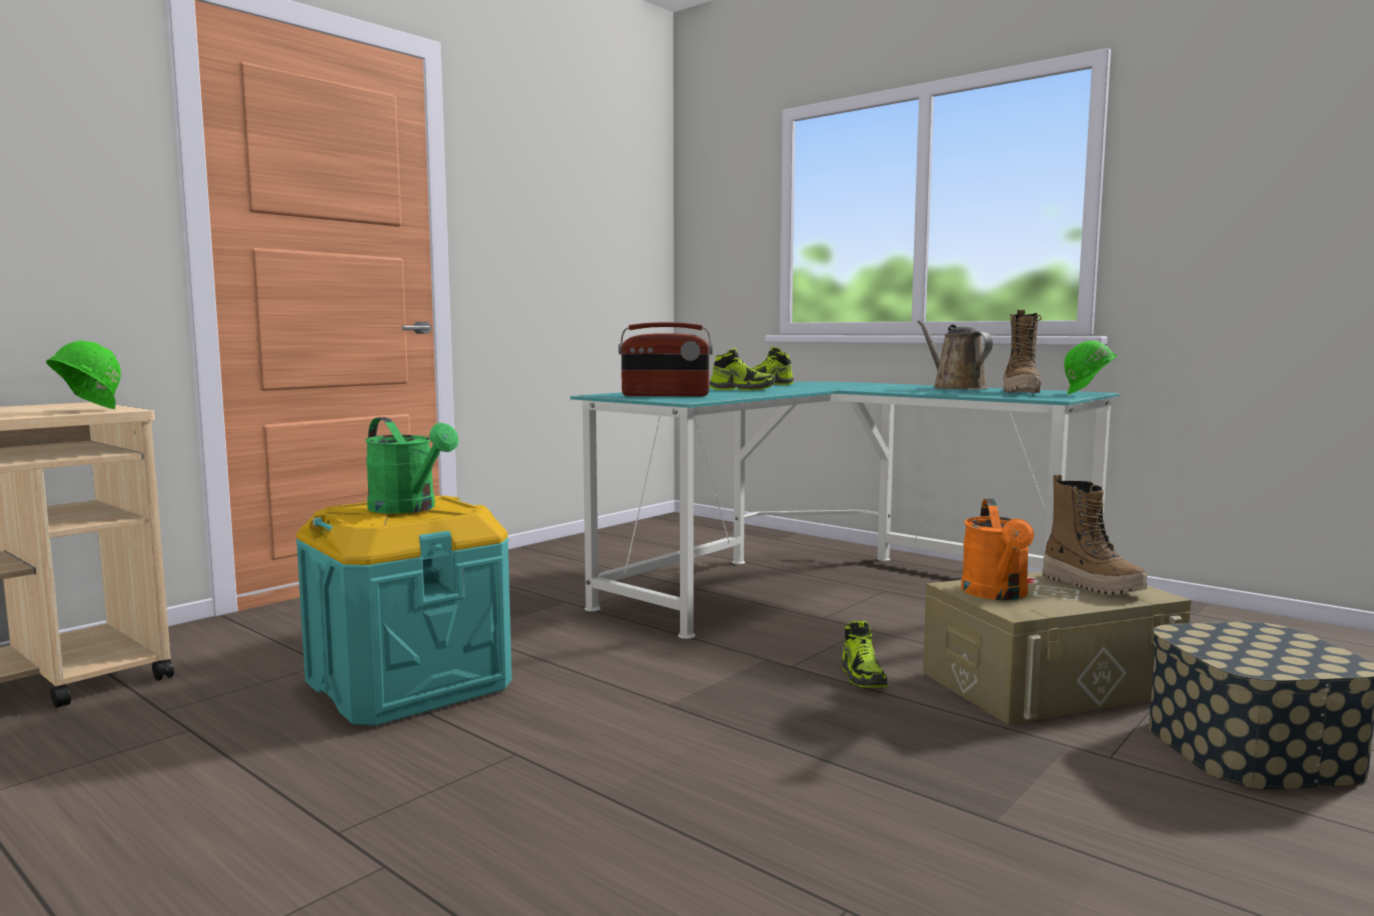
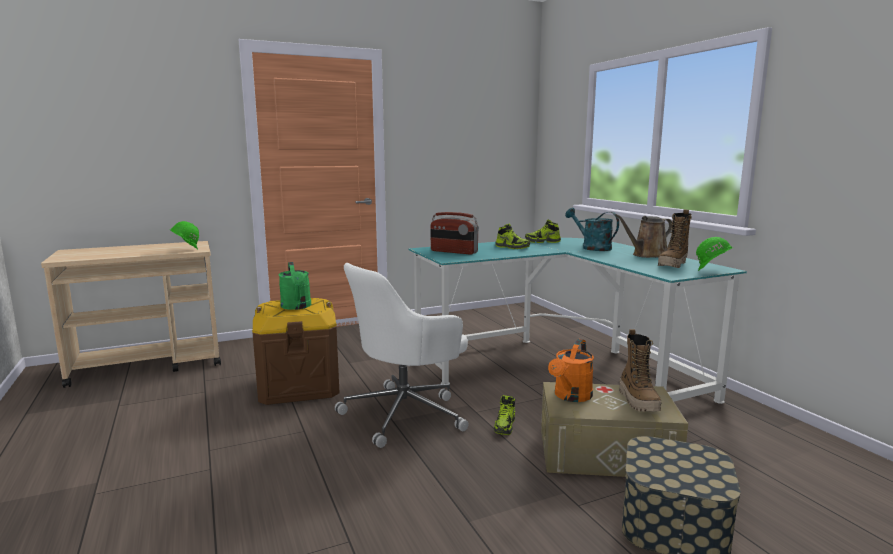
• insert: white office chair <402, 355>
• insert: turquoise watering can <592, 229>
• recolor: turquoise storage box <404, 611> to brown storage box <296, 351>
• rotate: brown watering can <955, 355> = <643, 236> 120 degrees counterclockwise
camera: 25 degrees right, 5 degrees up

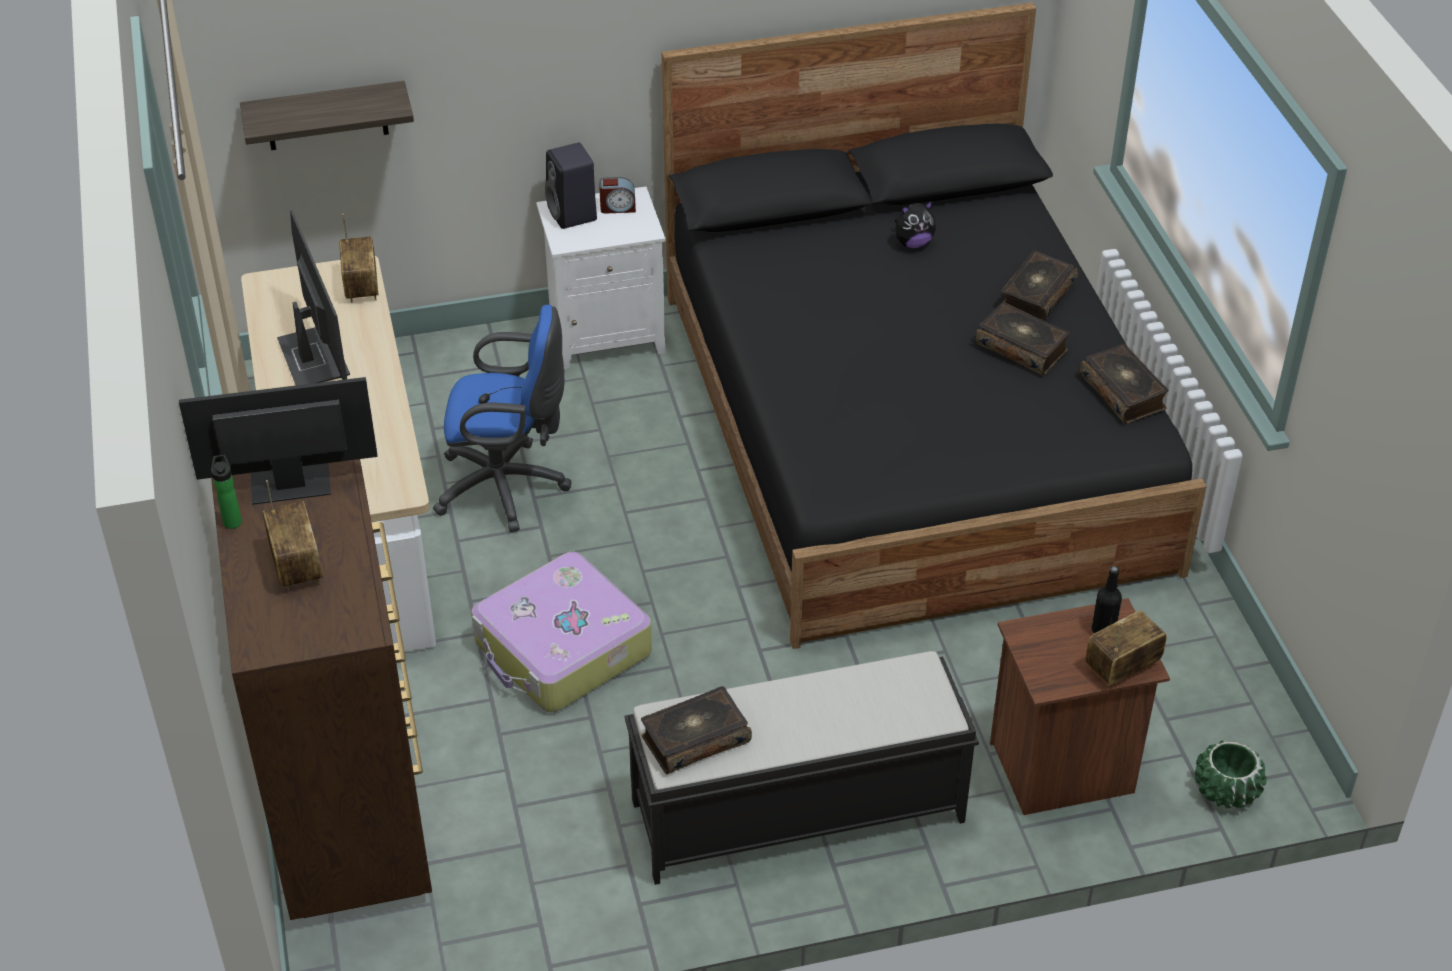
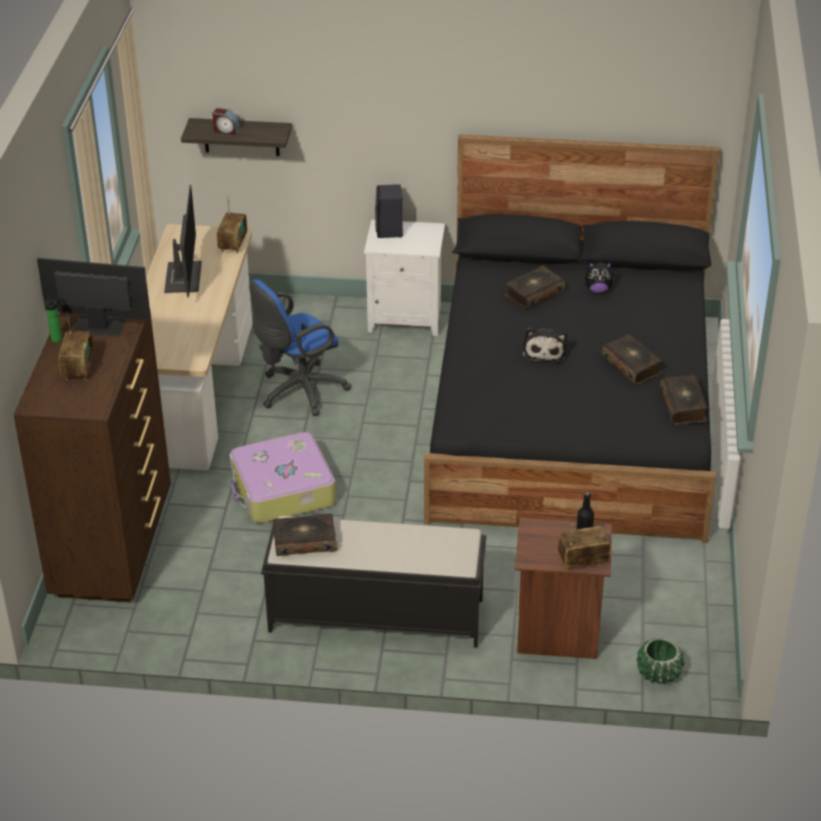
• insert: plush toy <545, 345>
• move: alarm clock <617, 195> to <226, 121>
• move: book <1039, 285> to <535, 287>
• rotate: blue office chair <502, 418> = <300, 347> 120 degrees clockwise
camera: 20 degrees right, 5 degrees down

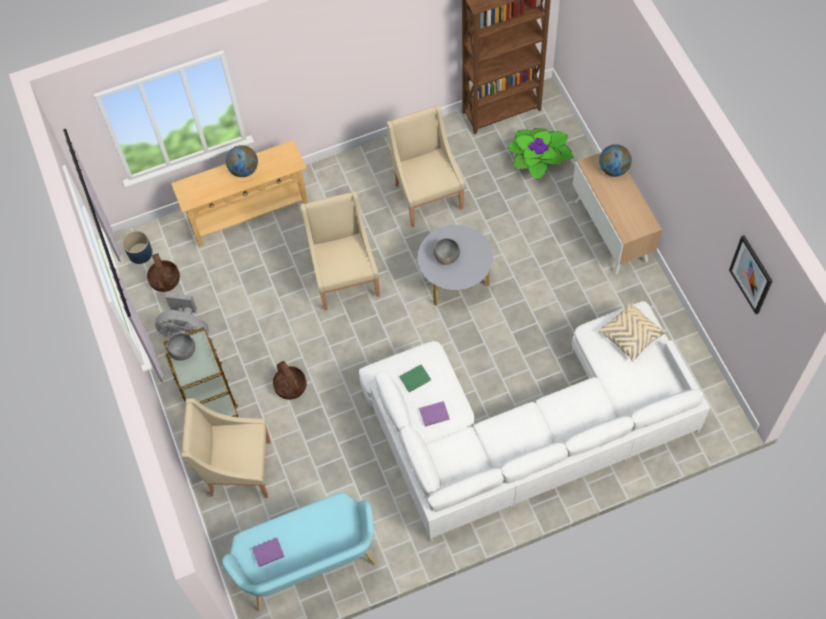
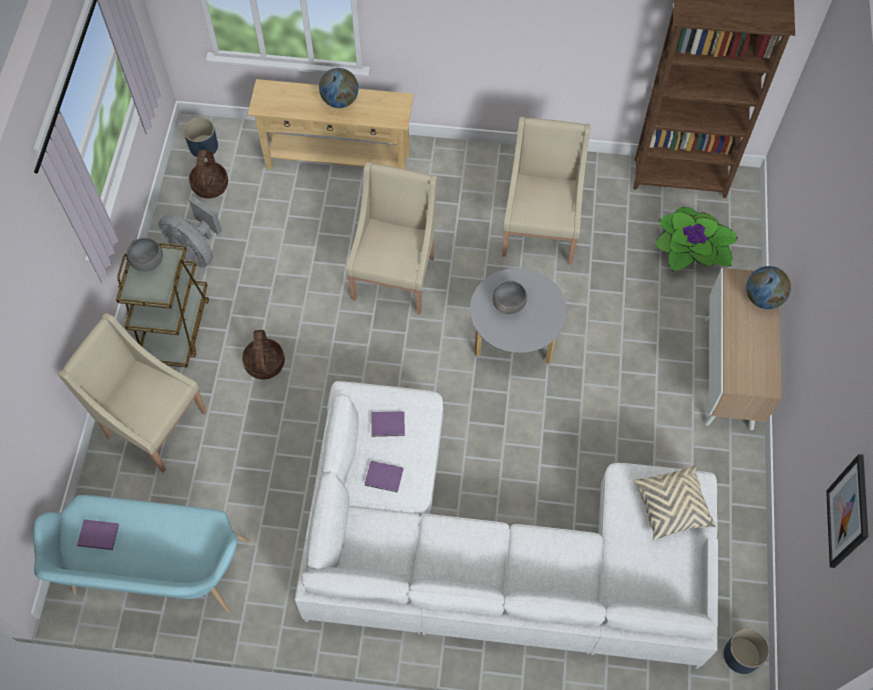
• insert: blue planter <747, 651>
• recolor: green book <415, 378> to purple book <388, 424>
camera: 25 degrees right, 0 degrees up

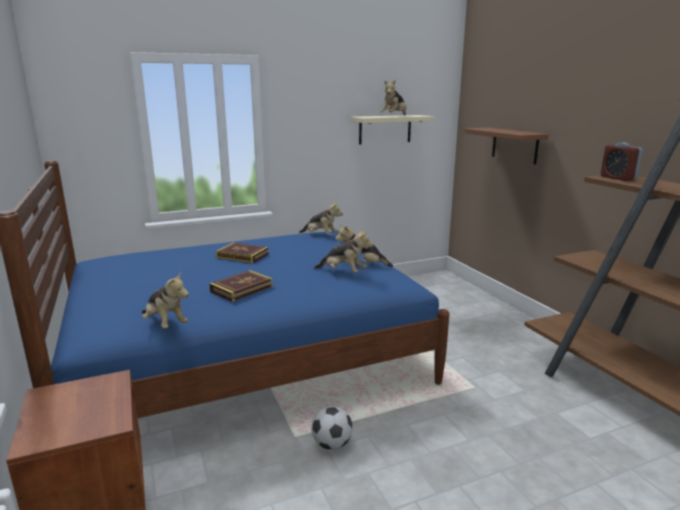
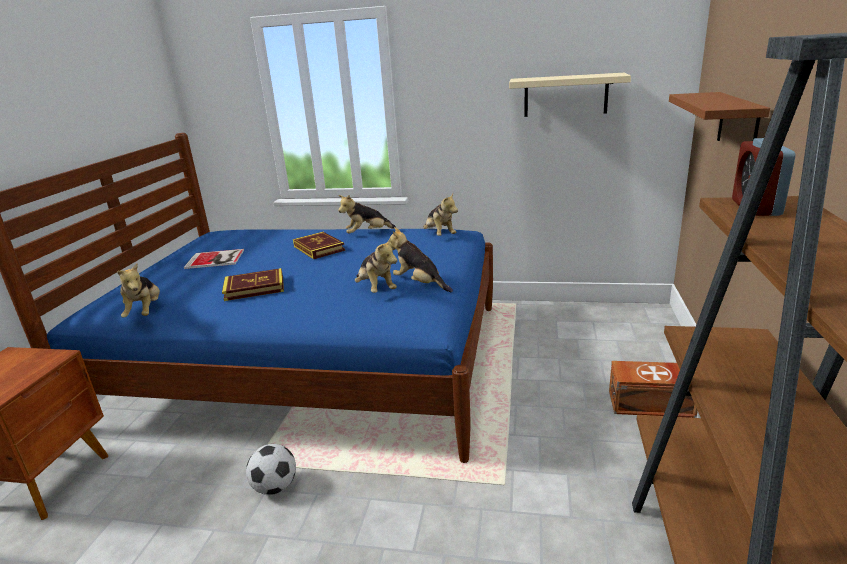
• insert: book <214, 259>
• insert: brown storage box <653, 389>
• move: plush toy <393, 97> to <367, 214>
camera: 35 degrees right, 5 degrees up

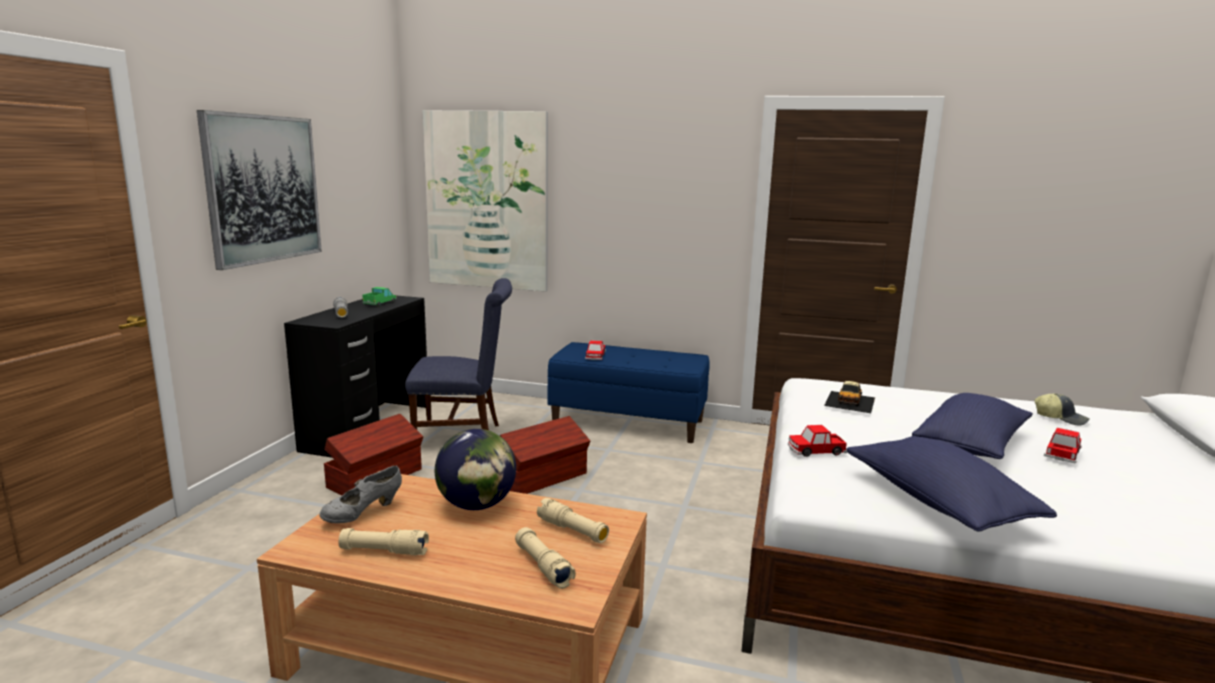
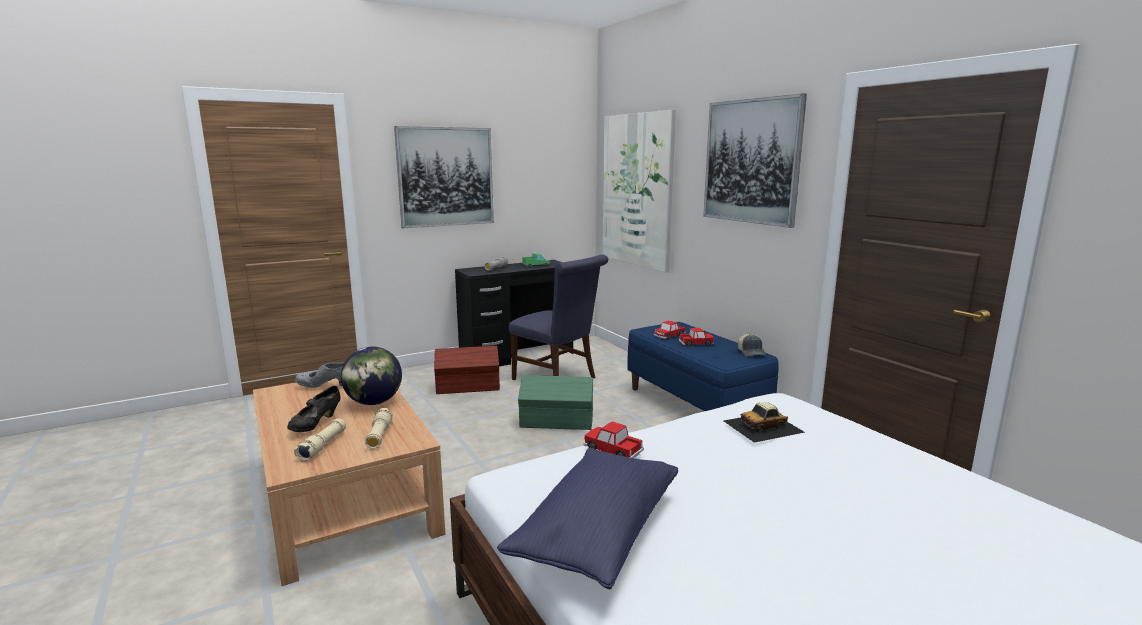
• delete: beige flashlight <383, 541>
• delete: blue pillow <972, 426>
• insert: black shoe <314, 409>
• insert: picture <755, 160>
• move: cap <1062, 409> to <752, 345>
• move: toy car <1063, 446> to <696, 337>
• recolor: brown storage box <545, 455> to green storage box <555, 402>
camera: 45 degrees right, 0 degrees up

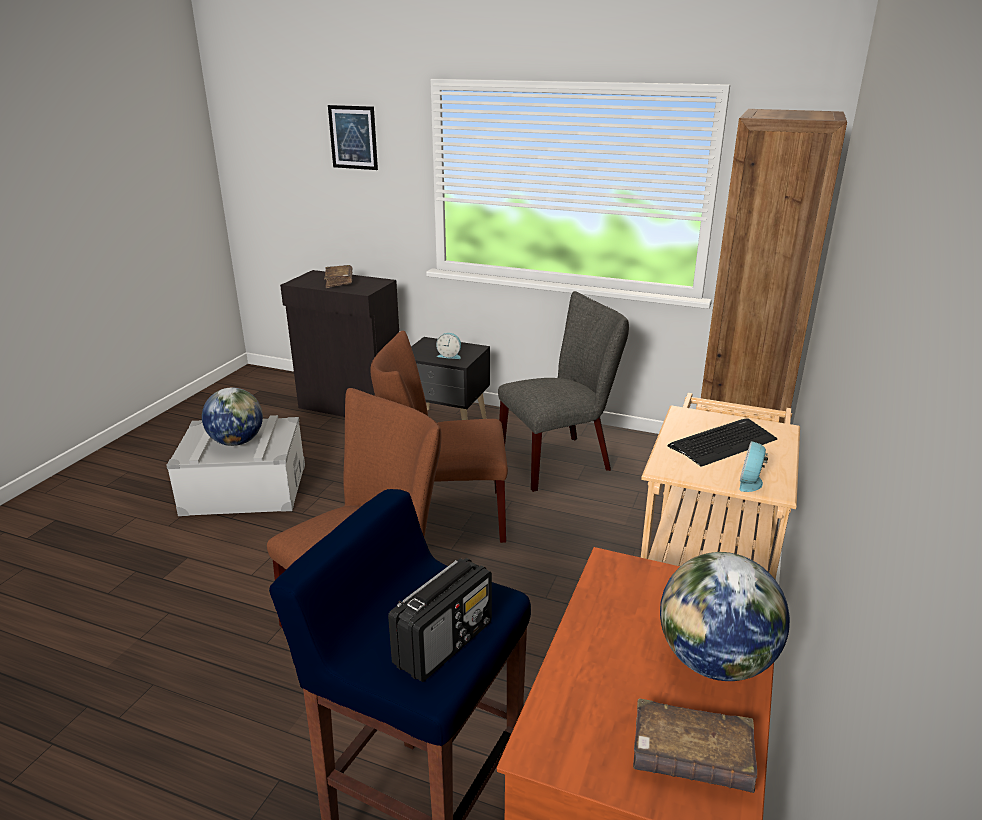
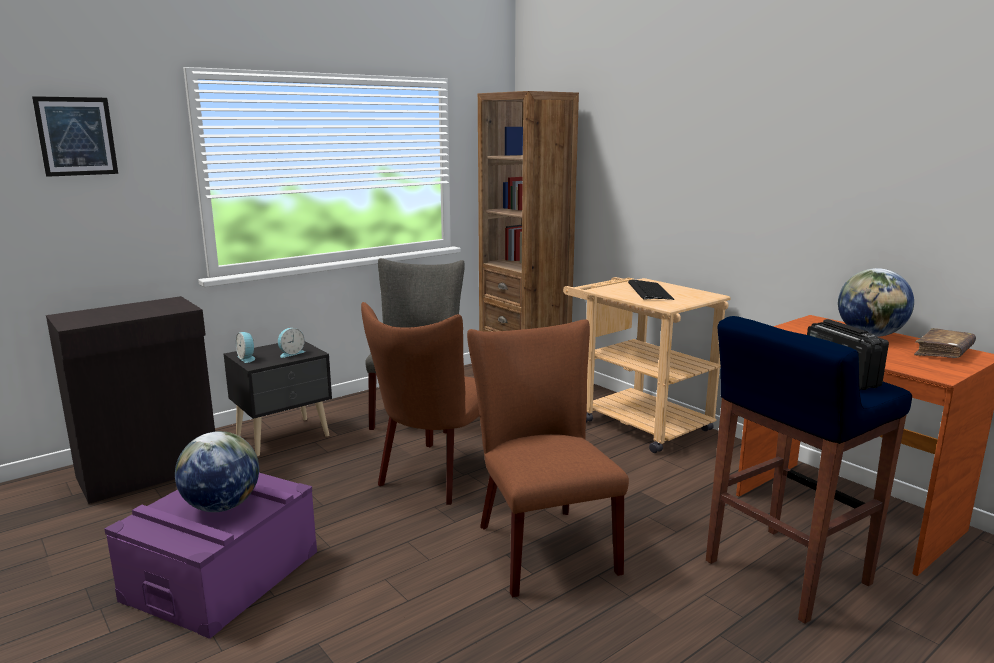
• delete: brown book <338, 276>
• move: alarm clock <753, 466> to <245, 347>
• recolor: grey storage box <235, 465> to purple storage box <210, 556>
camera: 60 degrees left, 10 degrees down

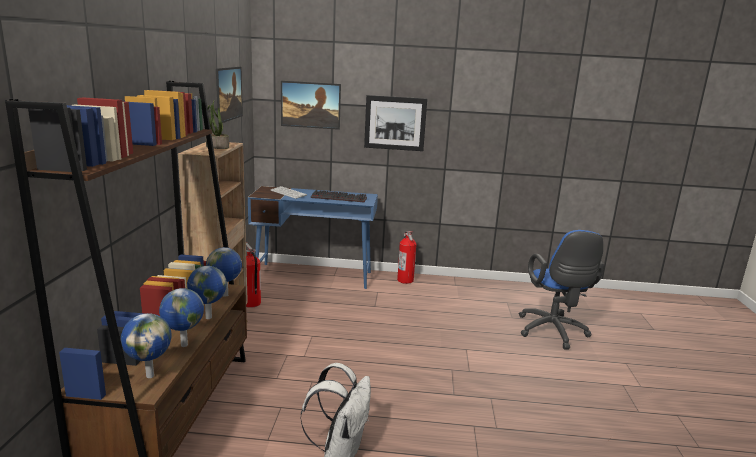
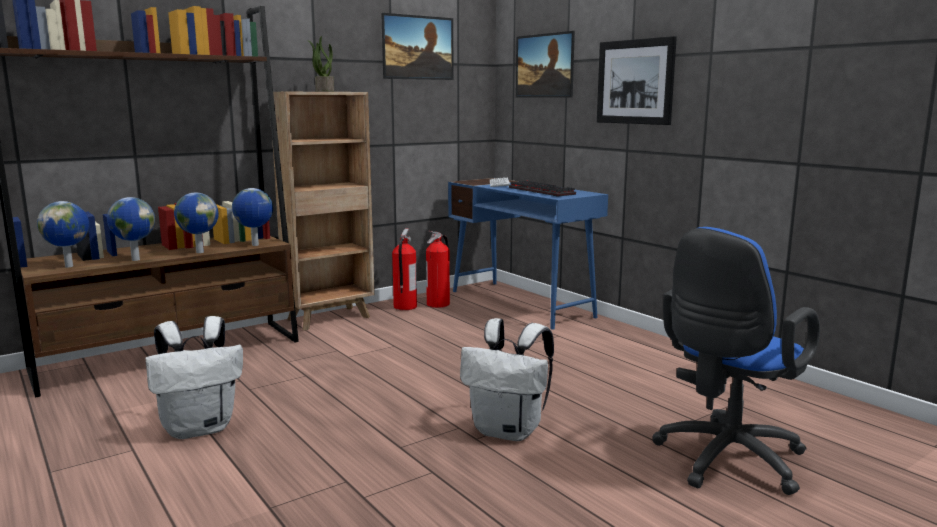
• insert: white backpack <507, 379>
• move: fire extinguisher <406, 257> to <438, 269>
camera: 50 degrees right, 5 degrees down

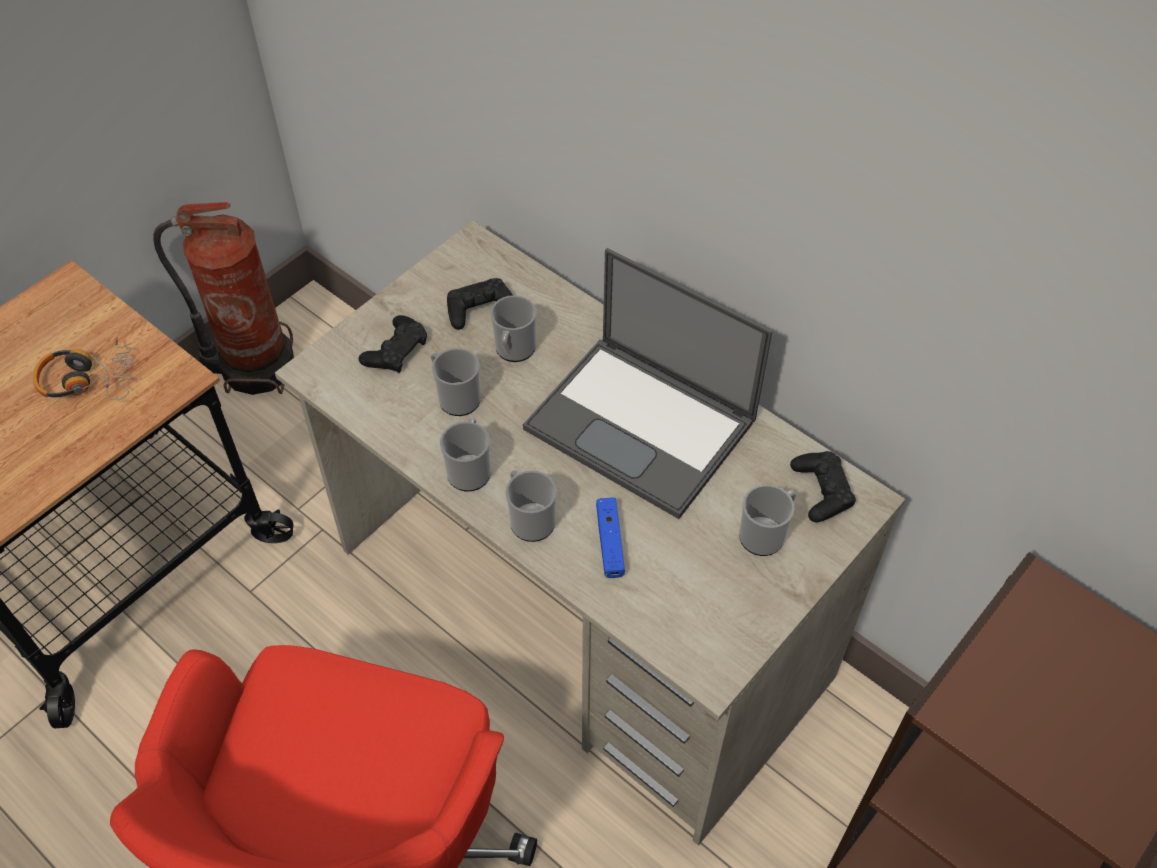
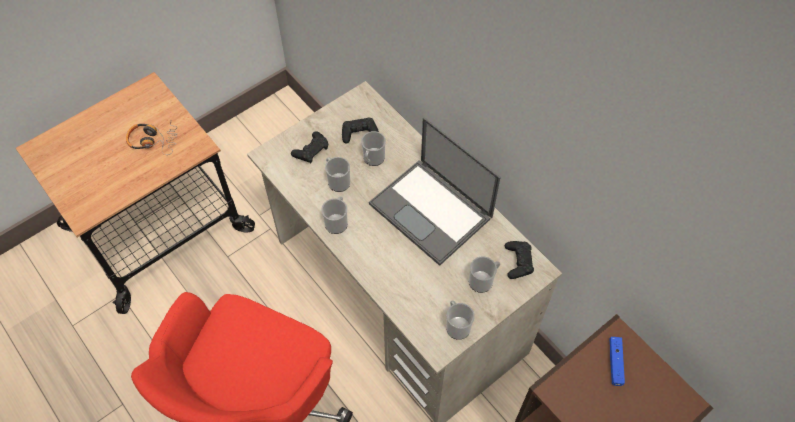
• delete: fire extinguisher <223, 298>
• move: mug <531, 506> to <460, 320>
• move: blue game controller <610, 538> to <617, 361>
camera: 10 degrees right, 5 degrees up

